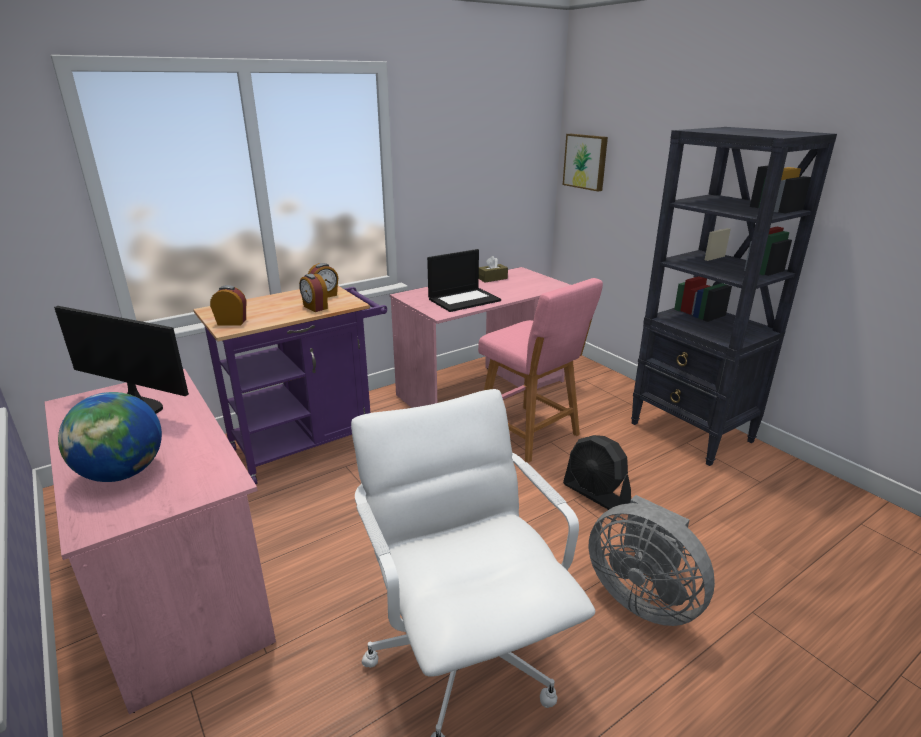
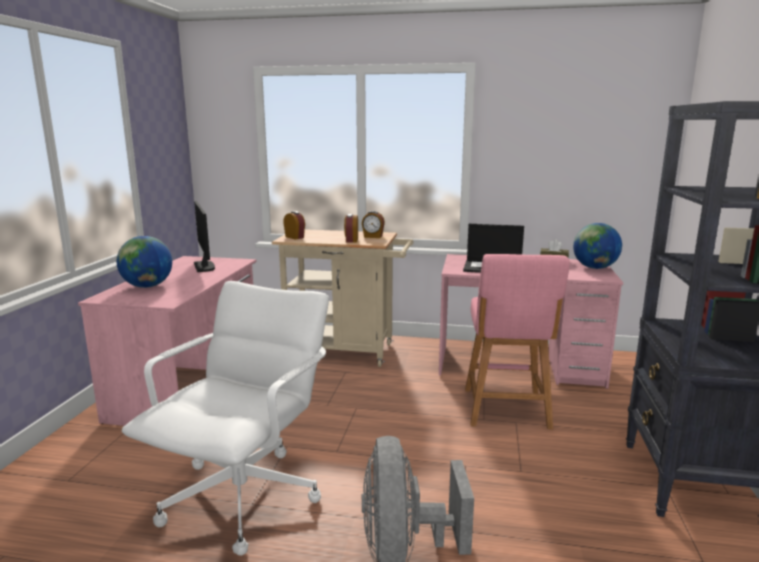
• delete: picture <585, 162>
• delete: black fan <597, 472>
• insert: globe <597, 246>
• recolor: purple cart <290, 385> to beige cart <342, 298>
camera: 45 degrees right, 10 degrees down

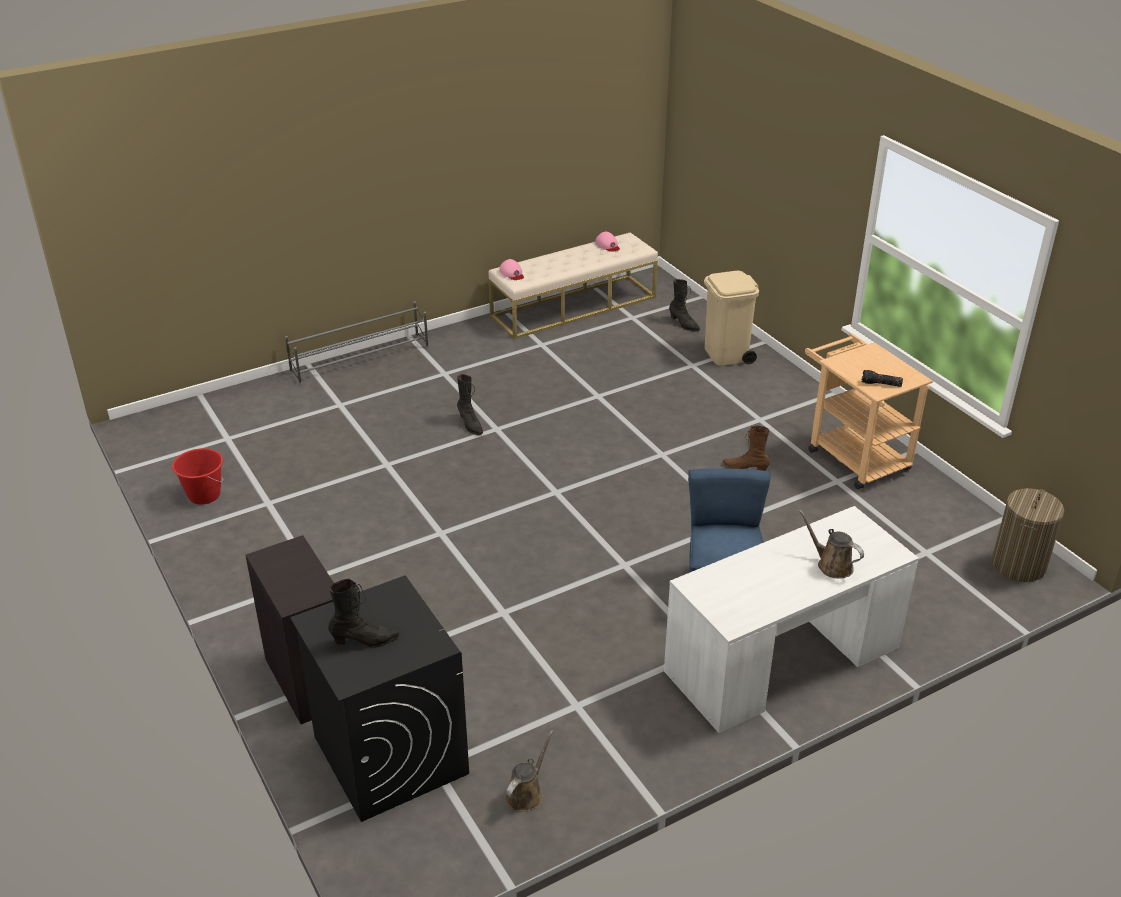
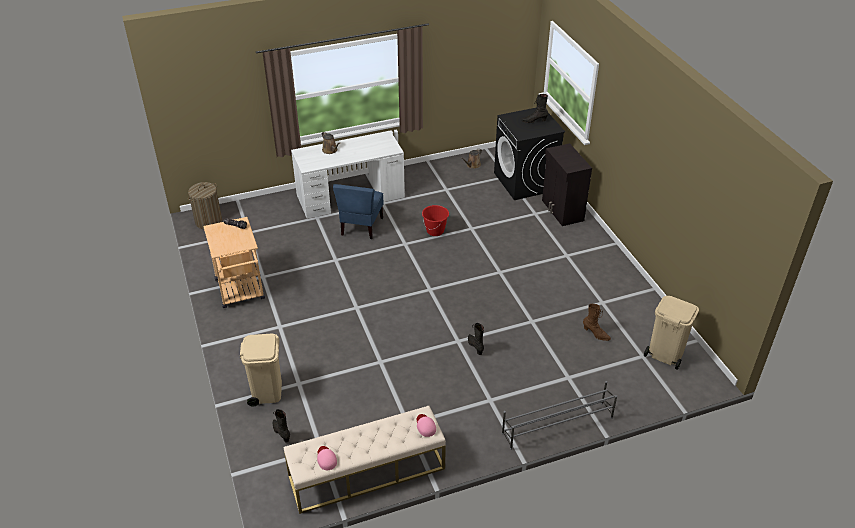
• insert: beige trash can <671, 332>
• move: red bucket <197, 476> to <435, 220>
• move: brown boot <746, 448> to <597, 322>
camera: 170 degrees left, 5 degrees up

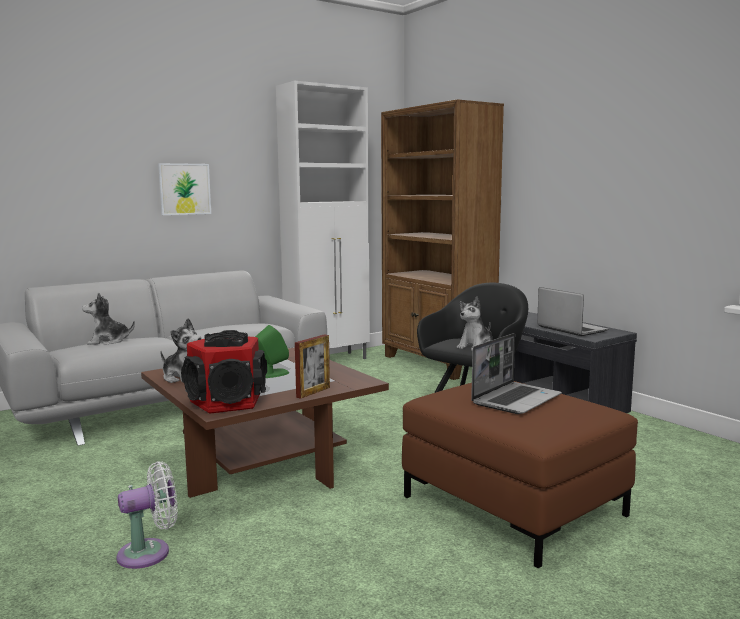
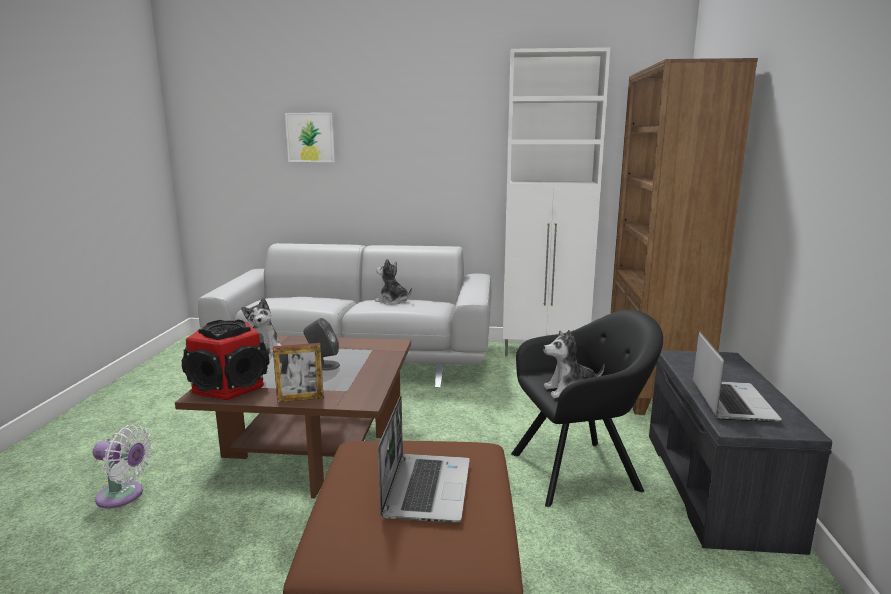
• move: plush toy <108, 319> to <393, 281>
• move: picture <184, 189> to <310, 137>
• recolor: green speaker <272, 351> to grey speaker <321, 344>
• rotate: laptop <516, 373> = <424, 459> 75 degrees counterclockwise
camera: 40 degrees right, 5 degrees up

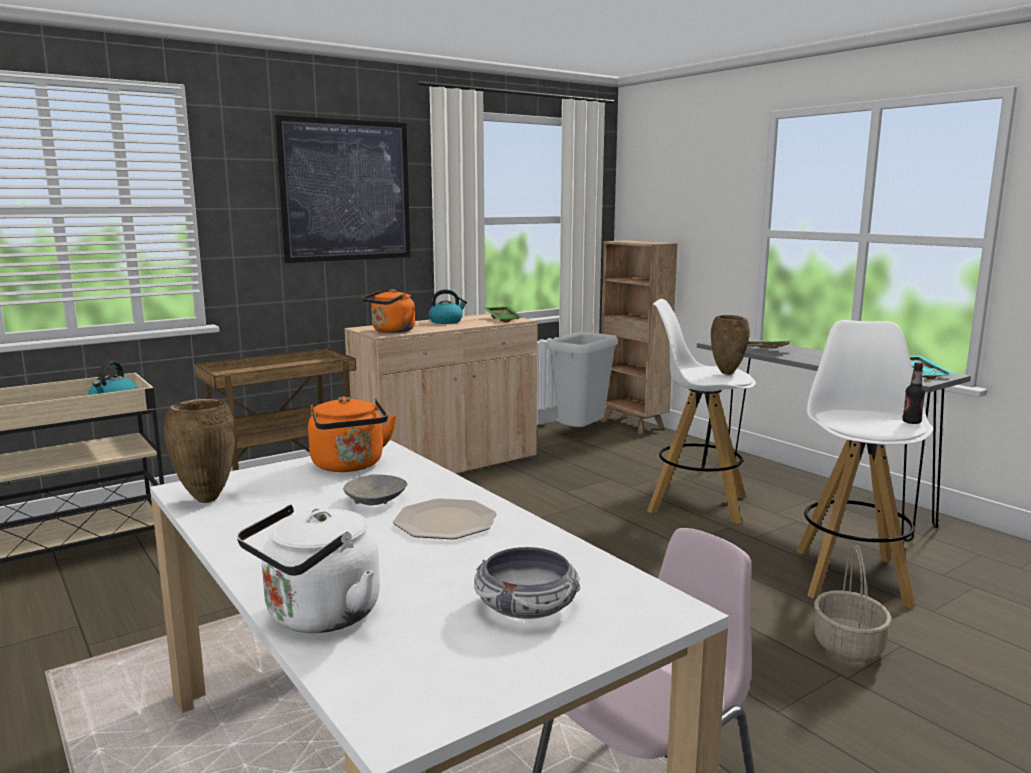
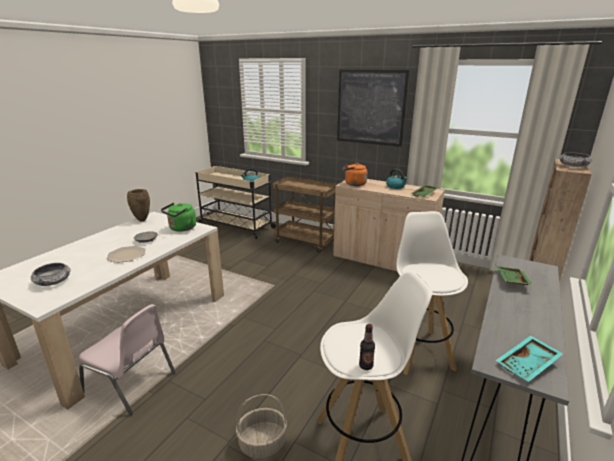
• delete: white kettle <308, 568>
• delete: grey trash can <582, 379>
• delete: brown vase <730, 345>
• insert: bowl <575, 159>
• recolor: orange kettle <352, 434> to green kettle <178, 217>
camera: 65 degrees right, 10 degrees up

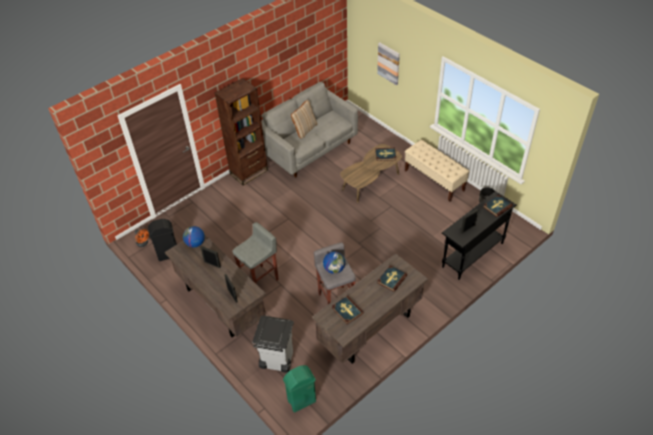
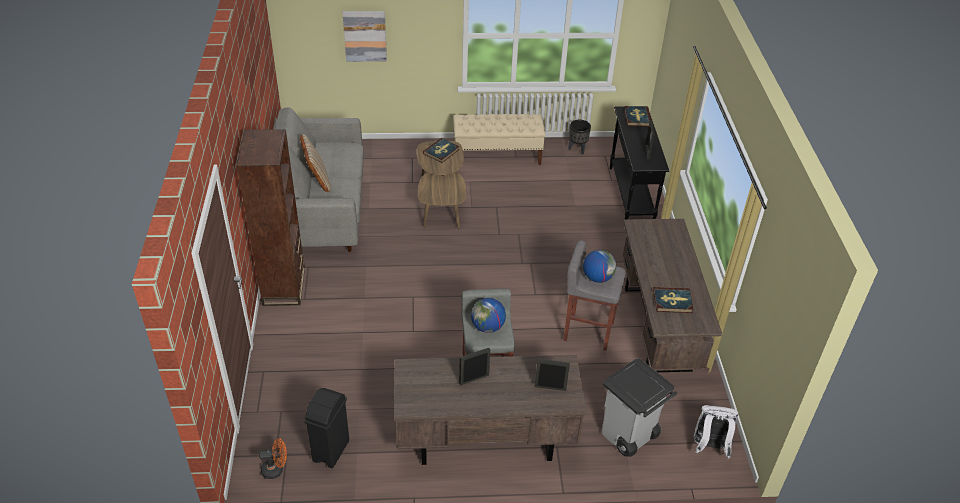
• delete: book <392, 278>
• move: globe <194, 237> to <488, 315>
• replace: green trash can <299, 389> to white backpack <715, 432>
camera: 55 degrees left, 5 degrees down

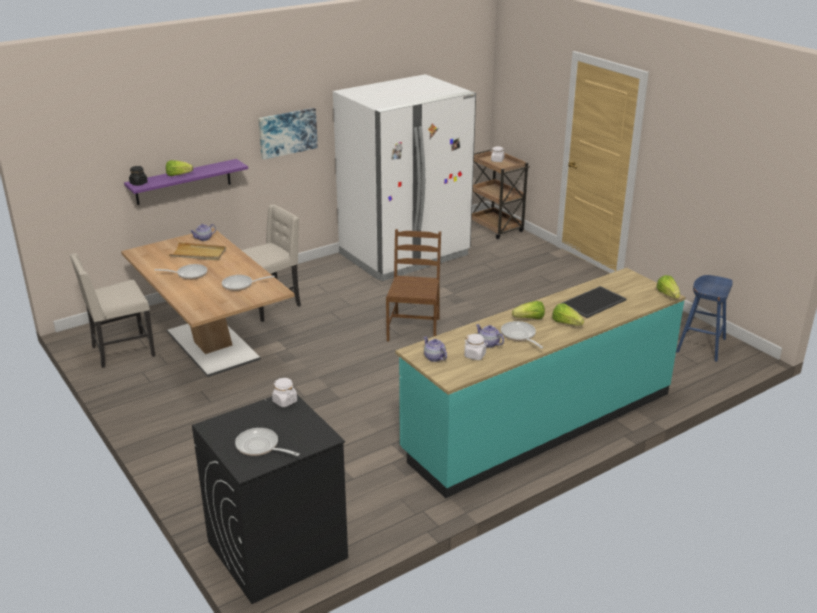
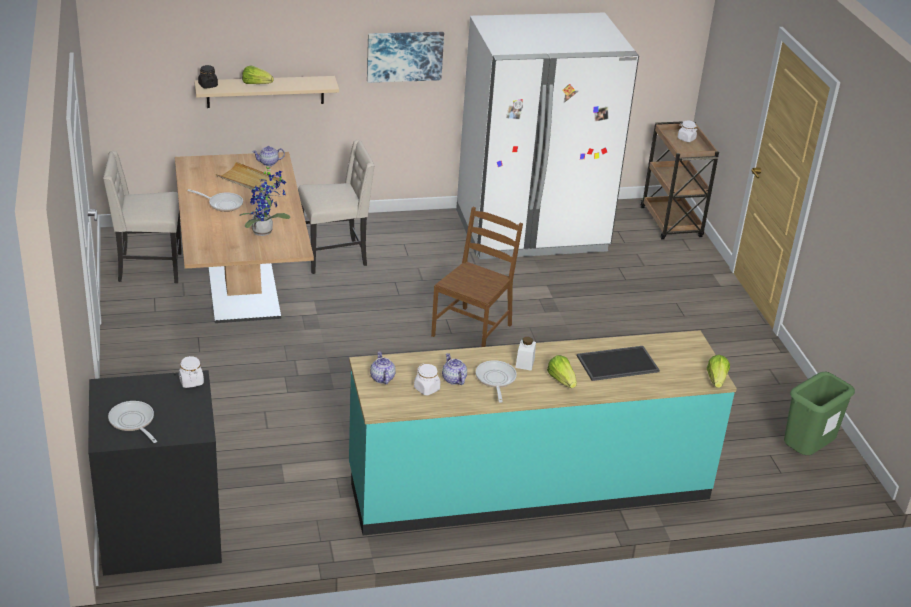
• replace: frying pan <248, 283> to potted plant <264, 200>
• replace: lettuce <528, 310> to white jar <525, 354>
• replace: blue stool <704, 318> to green trash can <819, 413>
• recolor: purple shelf <186, 182> to beige shelf <266, 92>
camera: 20 degrees right, 5 degrees up

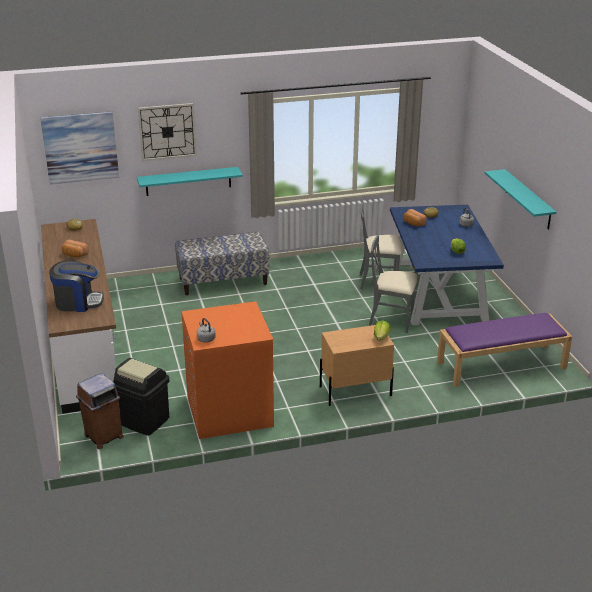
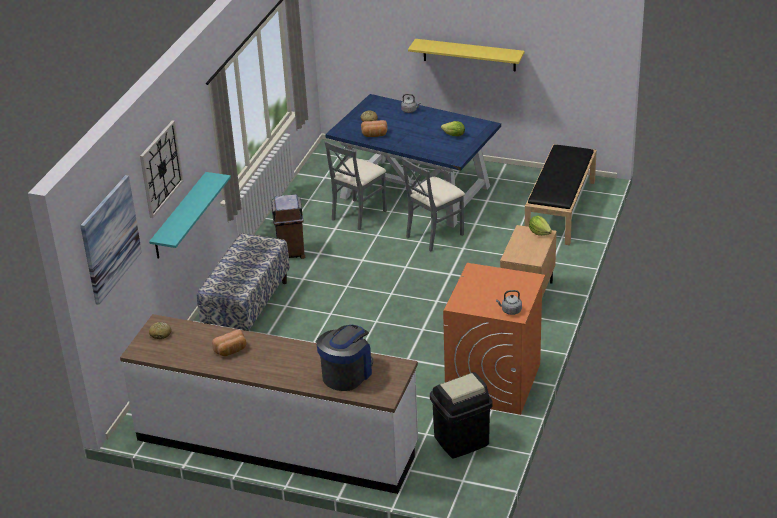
• move: brown trash can <100, 411> to <288, 226>
• recolor: purple bench <504, 350> to black bench <561, 194>
• recolor: turquoise shelf <520, 199> to yellow shelf <466, 55>
camera: 55 degrees left, 5 degrees up

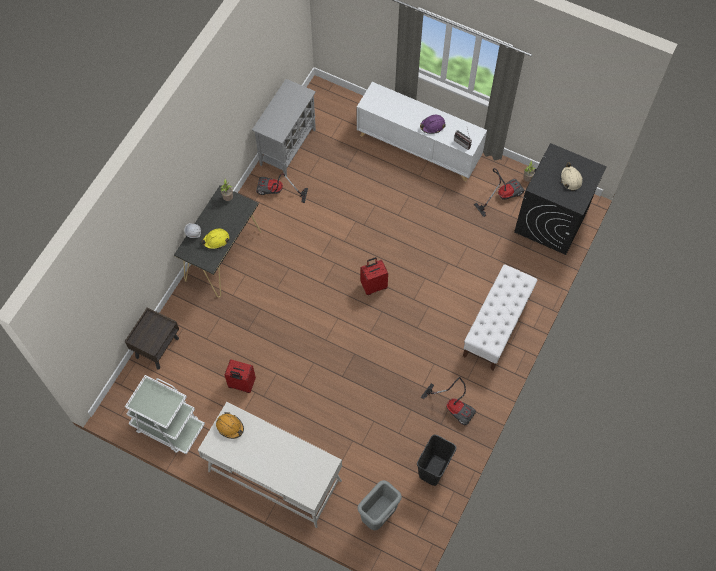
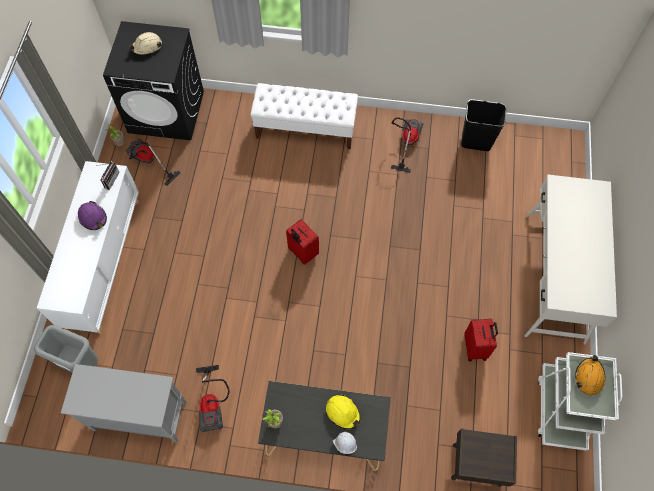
• move: orange hard hat <230, 425> to <590, 375>
• move: grey trash can <379, 505> to <66, 349>
camera: 110 degrees left, 0 degrees up

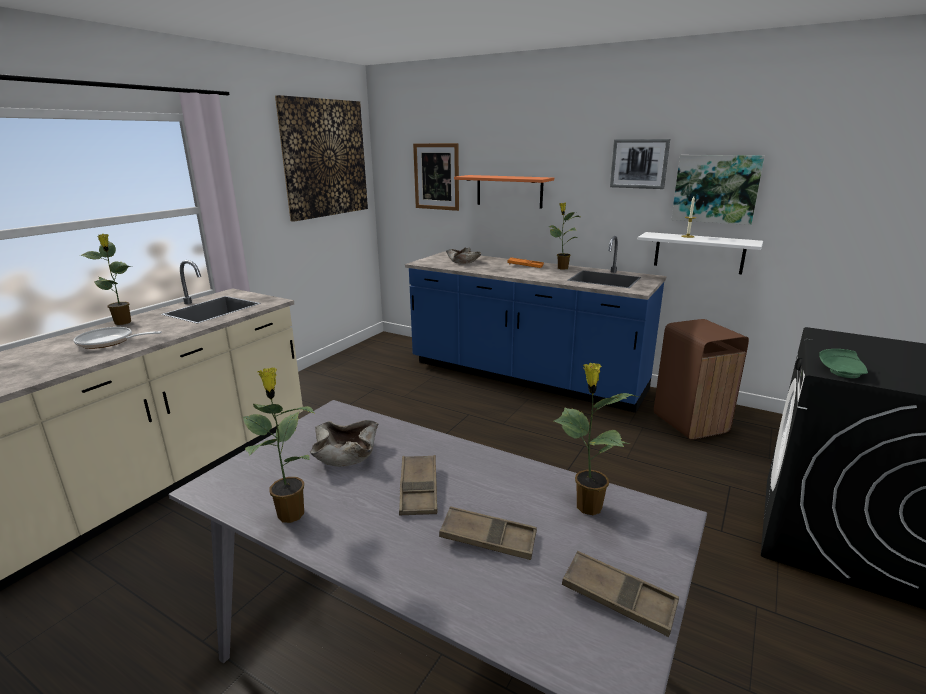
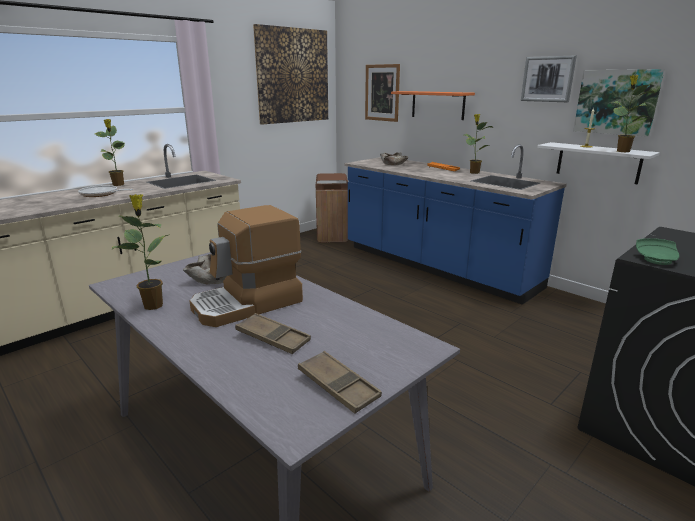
• move: potted plant <597, 439> to <633, 113>
• move: brown trash can <701, 379> to <332, 207>
• replace: brown tray <418, 485> to coffee machine <246, 266>
camera: 15 degrees right, 0 degrees up

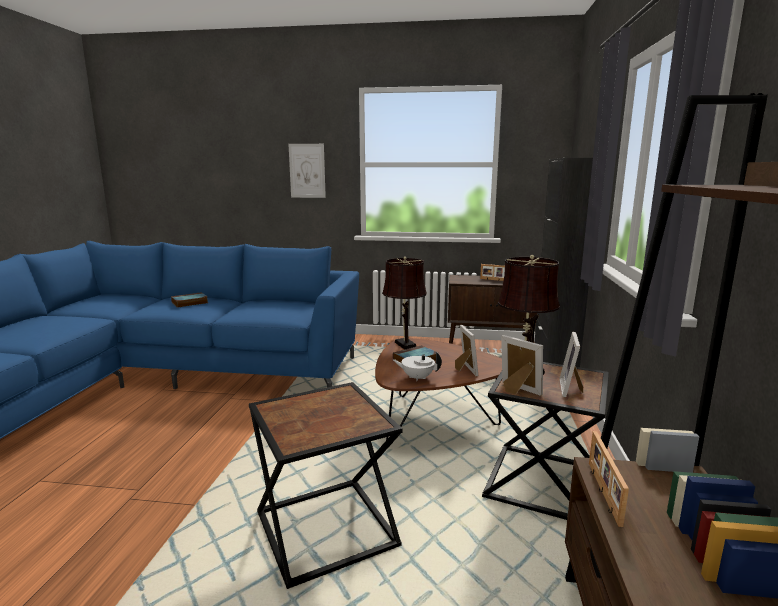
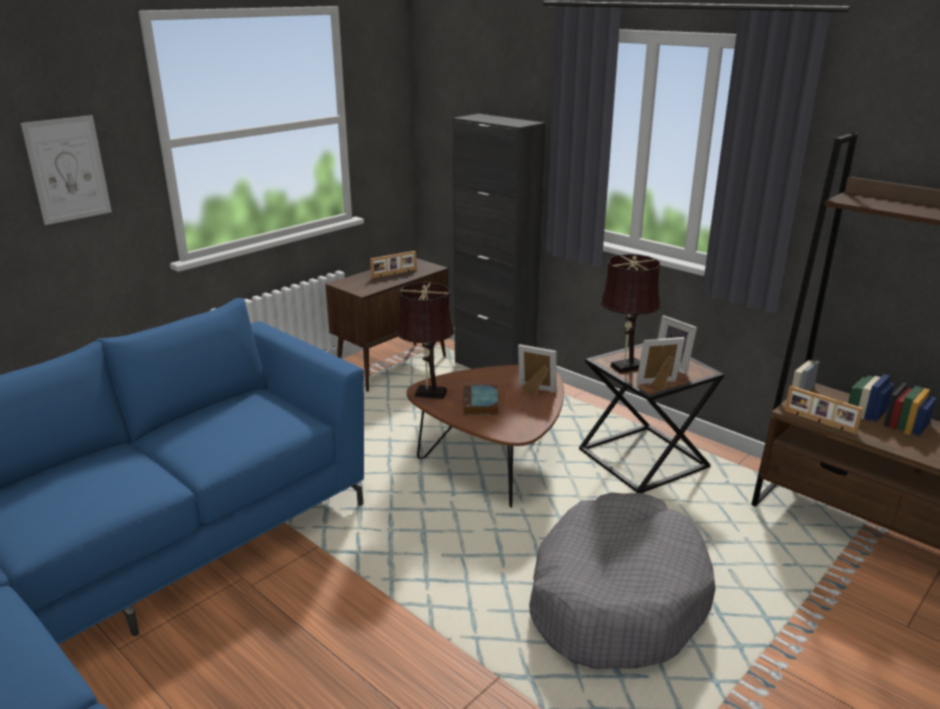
• delete: book <189, 300>
• delete: white teapot <417, 366>
• replace: black side table <325, 485> to grey dog bed <622, 580>
camera: 55 degrees left, 10 degrees up

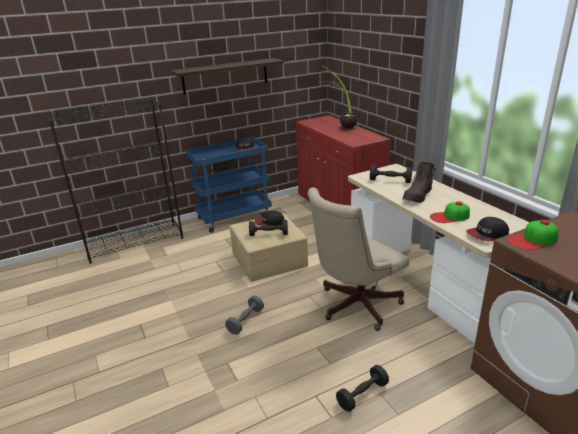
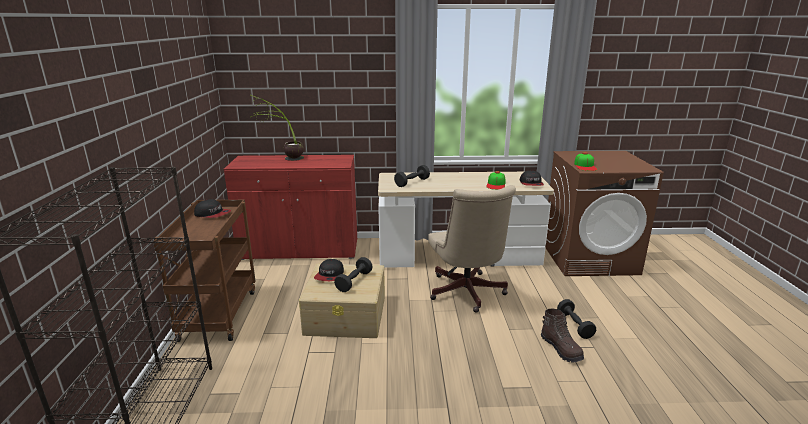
• delete: shelf <227, 76>
• delete: grey dumbbell <244, 315>
• move: brown boot <419, 182> to <562, 335>
• recolor: blue cart <229, 185> to brown cart <204, 271>
camera: 65 degrees left, 5 degrees down

